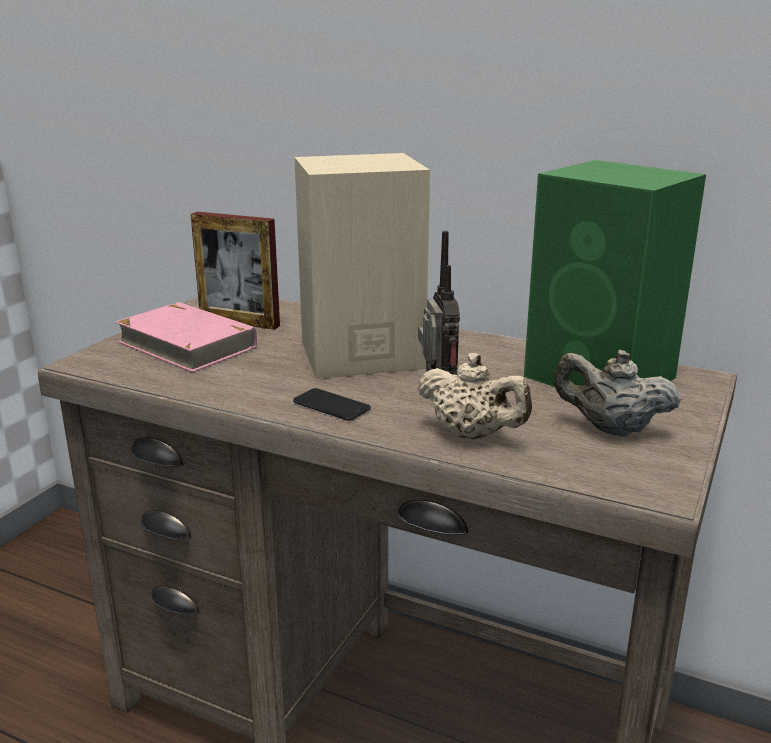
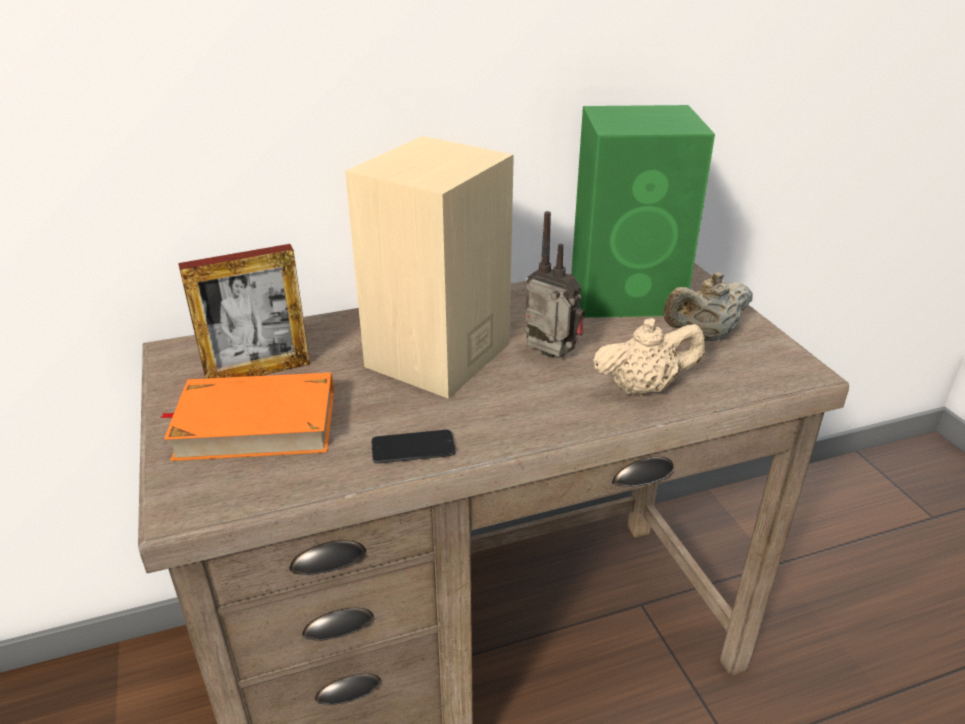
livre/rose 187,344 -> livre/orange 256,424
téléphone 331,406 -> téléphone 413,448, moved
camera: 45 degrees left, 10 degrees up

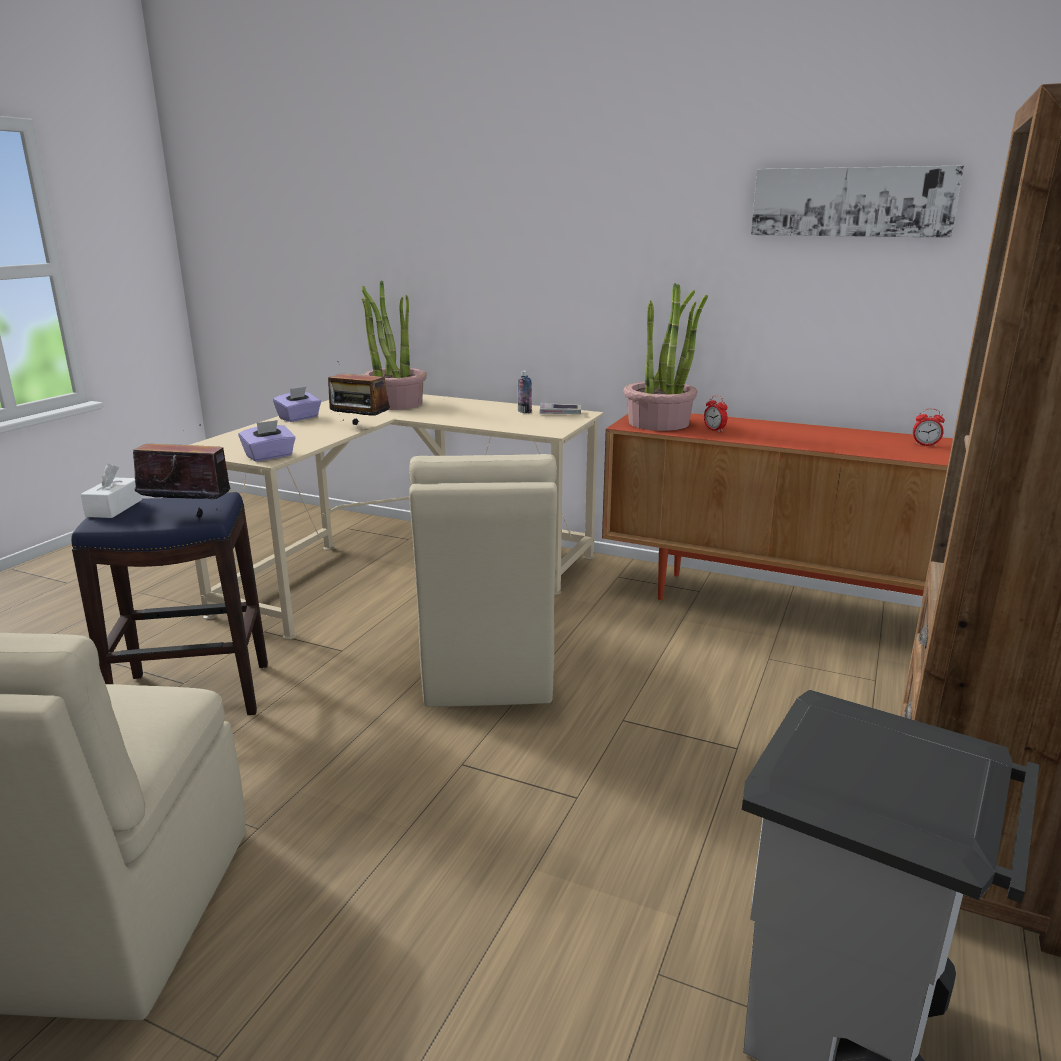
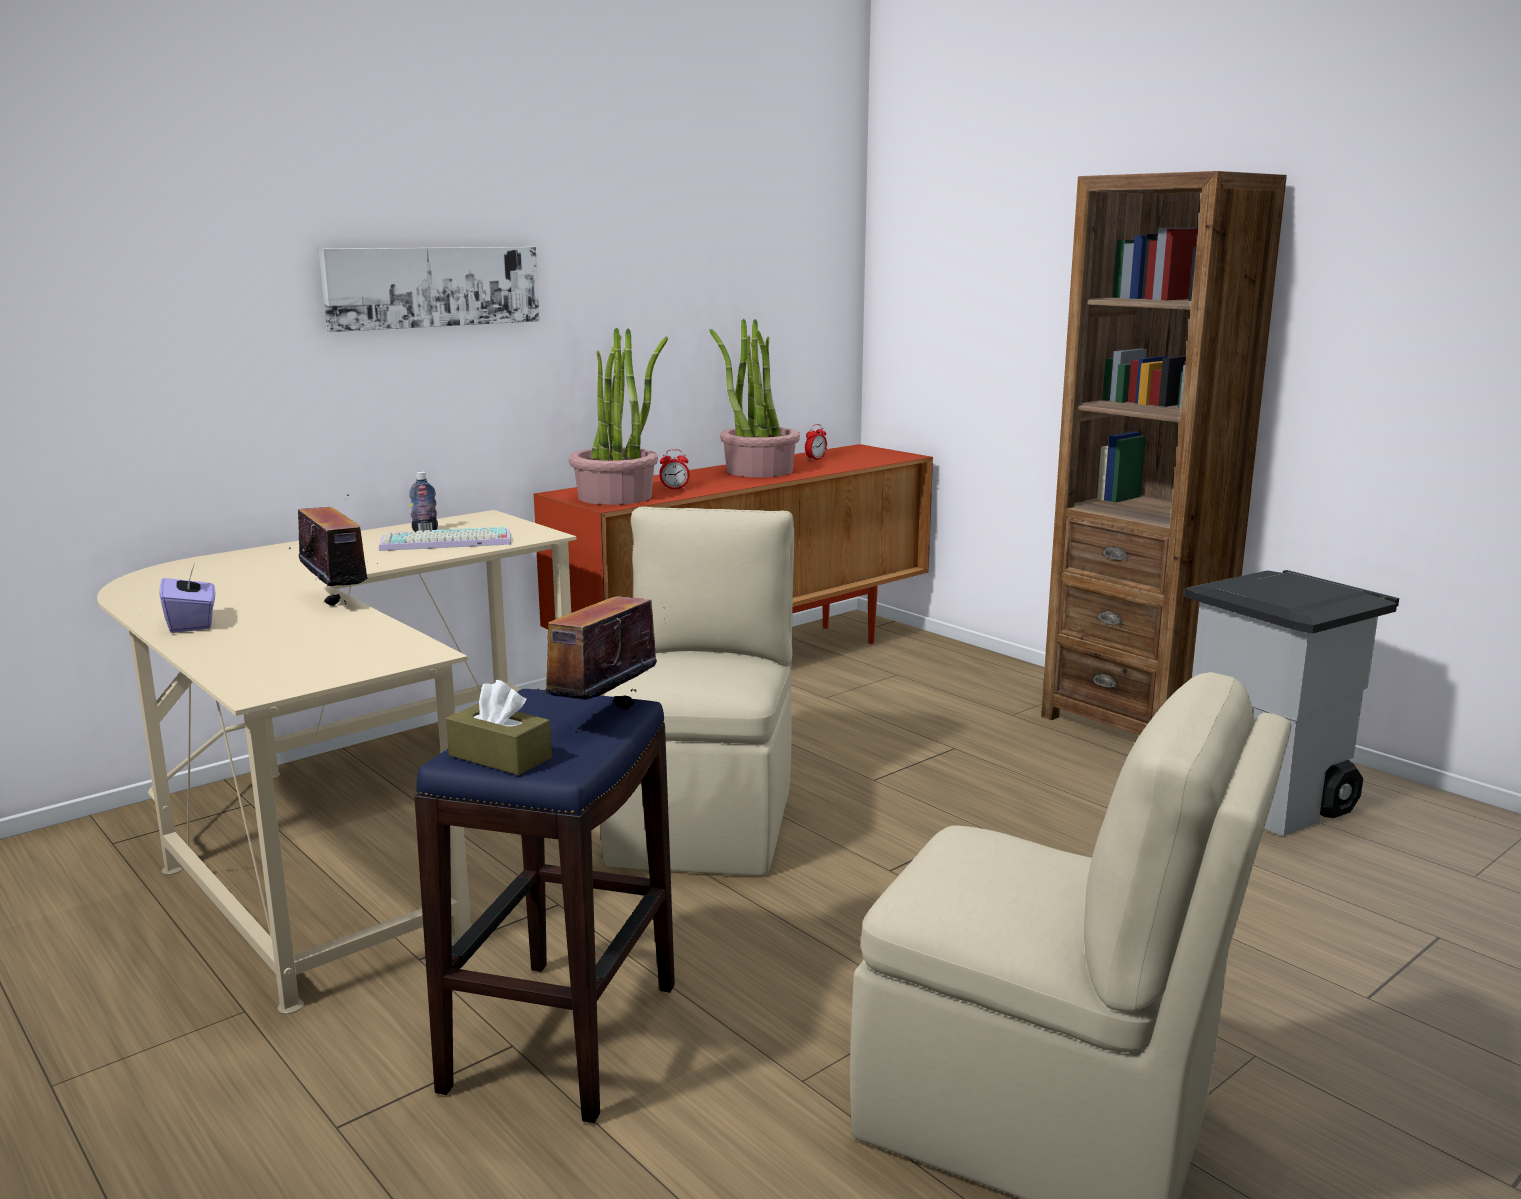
tableau 851,202 -> tableau 433,287, moved
plante en pot 395,403 -> plante en pot 759,471, moved
radio 360,427 -> radio 337,599, 90 degrees counterclockwise
livre 560,413 -> none
boîte à mouchoirs/violet 269,456 -> none
chaise/beige 487,667 -> chaise/beige 705,821, 105 degrees counterclockwise
boîte à mouchoirs/blanc 114,508 -> boîte à mouchoirs/marron 500,757
none -> clavier 444,543
camera: 65 degrees left, 5 degrees down

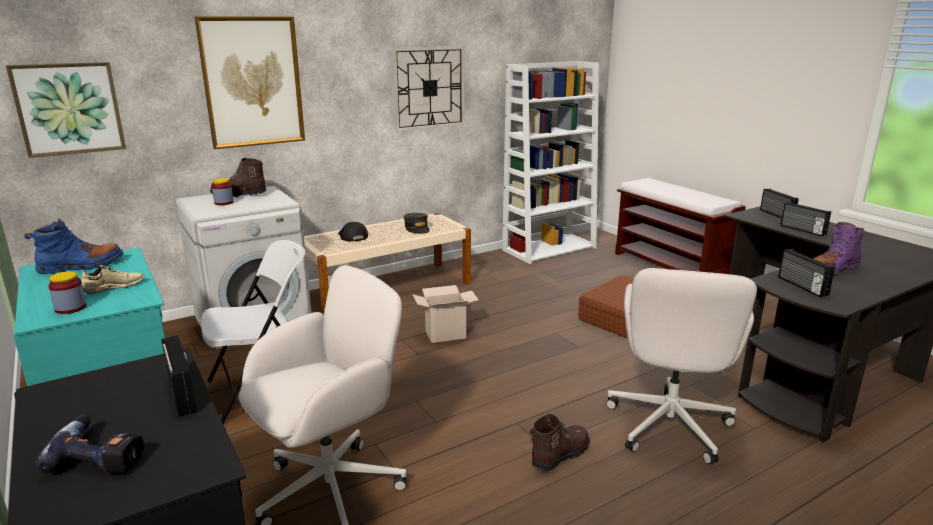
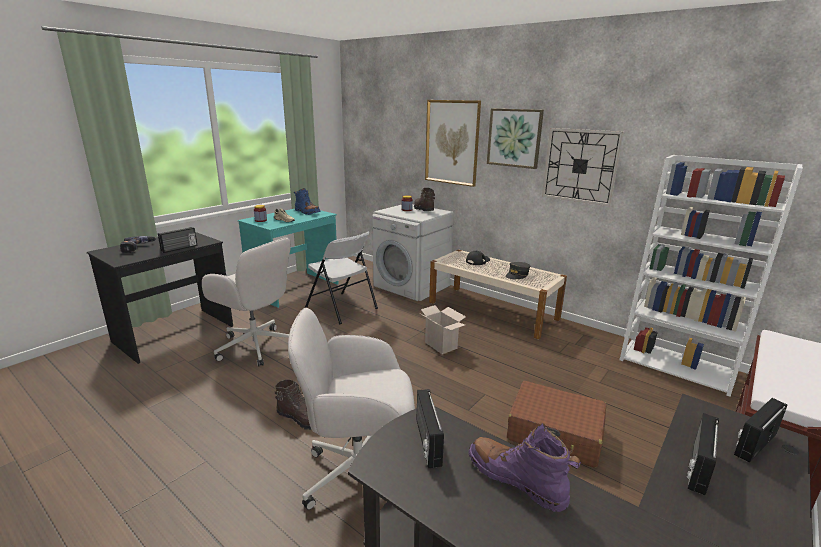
tableau 69,108 -> tableau 514,138, moved
radio 801,286 -> radio 426,442, 60 degrees counterclockwise
camera: 70 degrees right, 0 degrees up

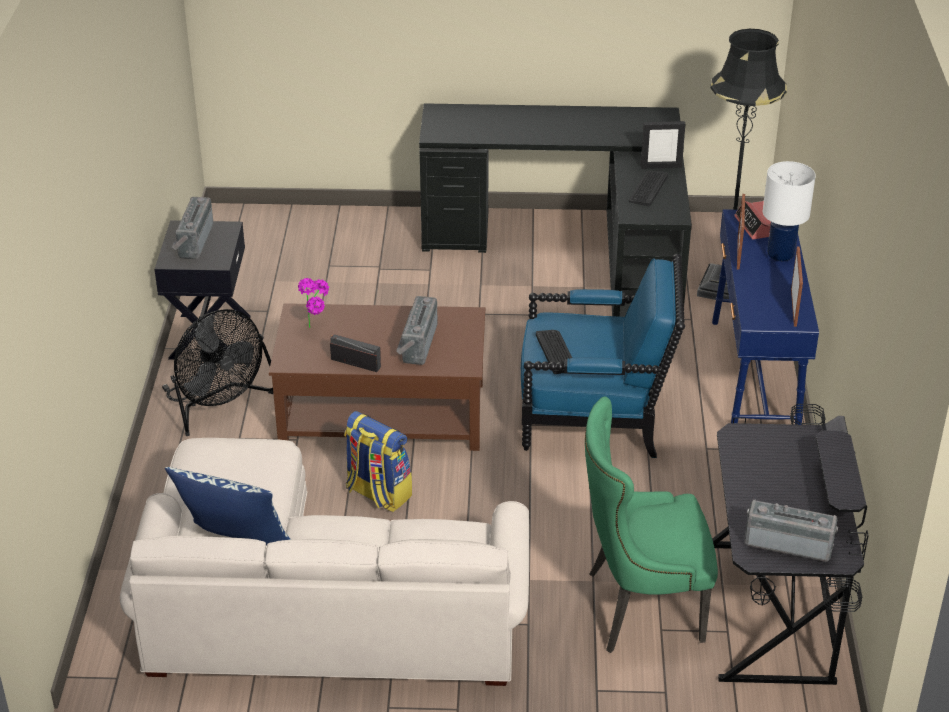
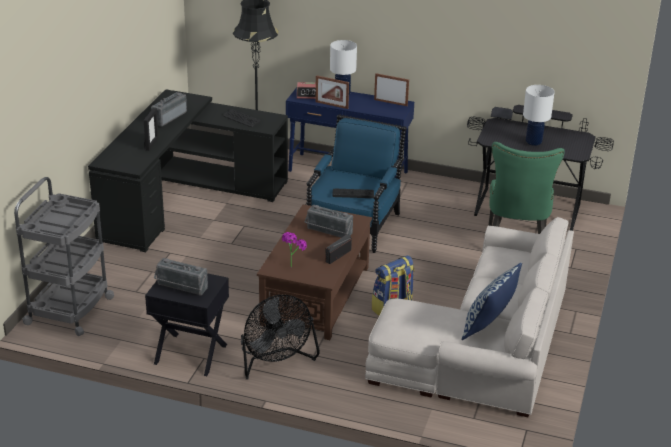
cadre photo 661,166 -> cadre photo 151,144, moved
ventilateur/noir 215,405 -> ventilateur/noir 272,361, 90 degrees clockwise
radio 789,542 -> radio 168,117, moved
none -> lampe de table/blanc 533,143
none -> chariot/gris 70,310
camera: 75 degrees left, 5 degrees down

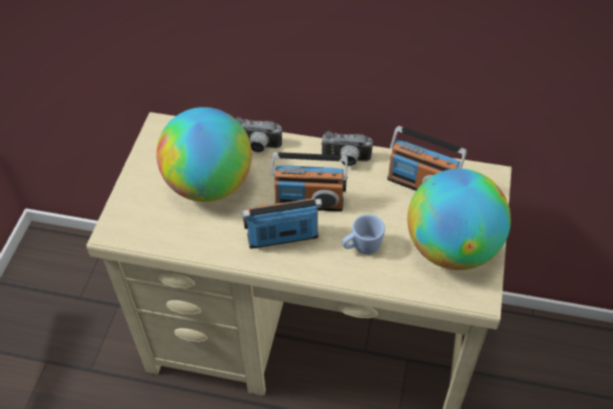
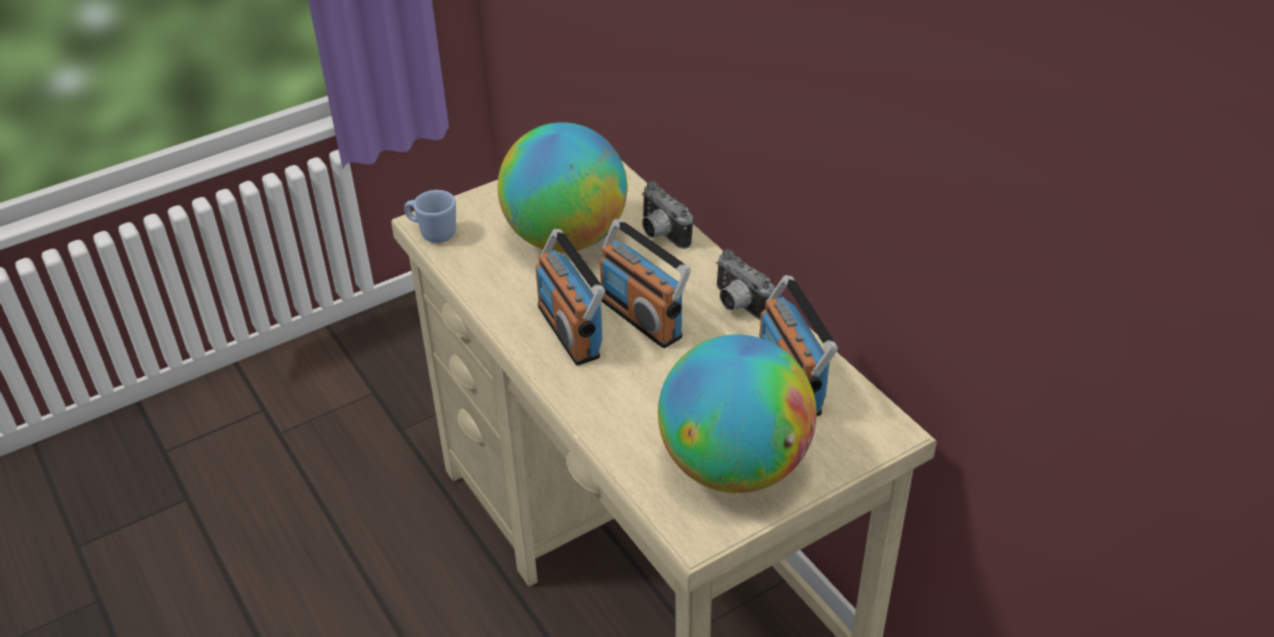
radio 283,237 -> radio 570,331, 150 degrees counterclockwise
mug/bleu 361,247 -> mug/bleu 432,233, moved
camera: 45 degrees right, 10 degrees down

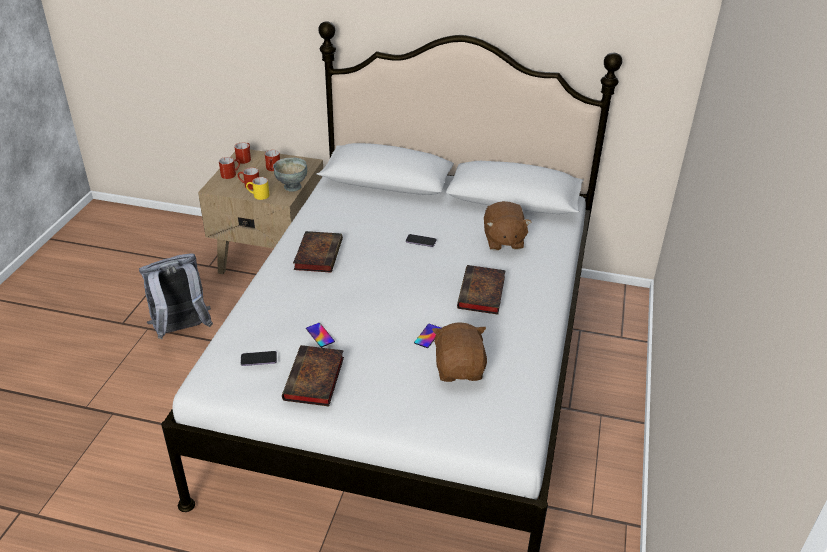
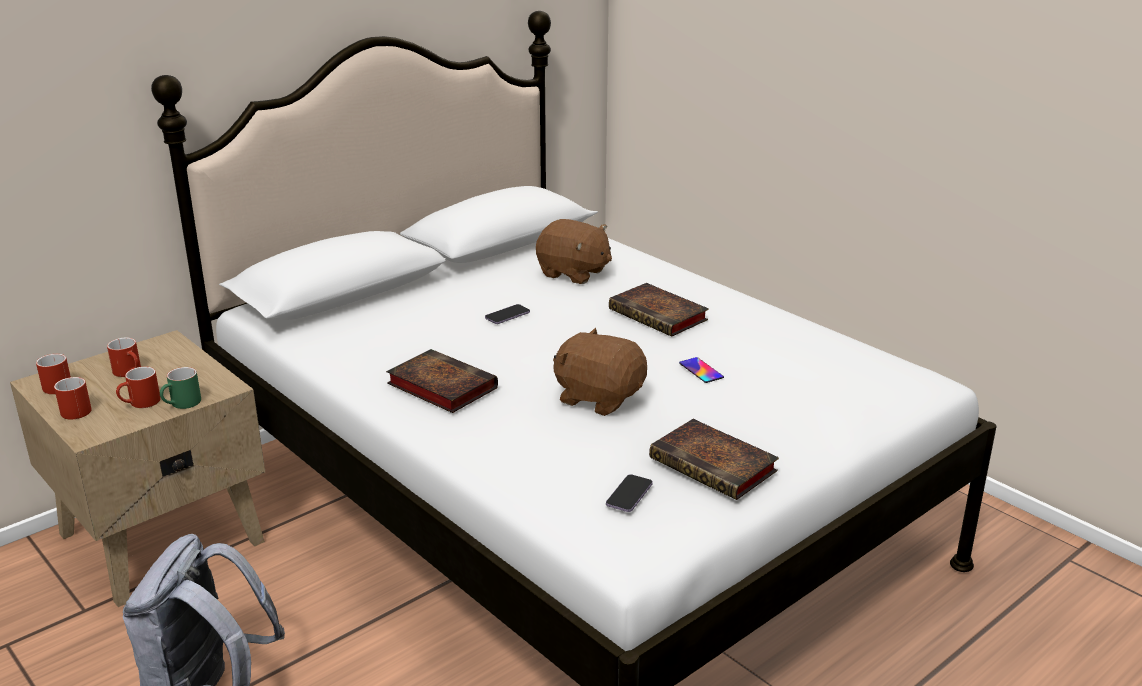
bol/gris 291,187 -> none
mug/jaune 258,196 -> mug/vert 182,404
peluche/marron 459,369 -> peluche/marron 599,397, moved
téléphone 320,335 -> none
camera: 55 degrees left, 10 degrees down

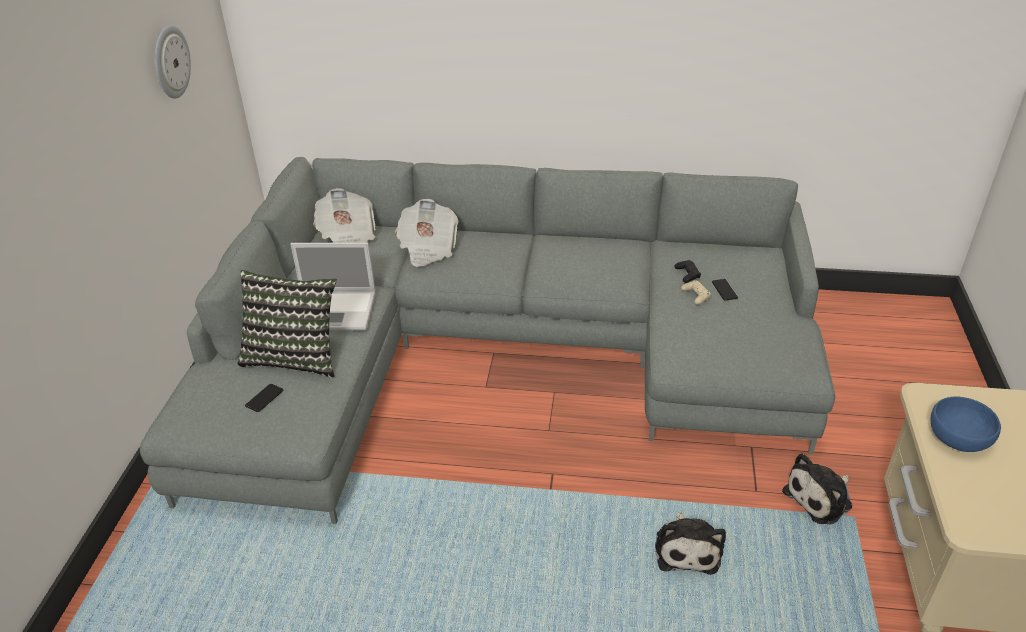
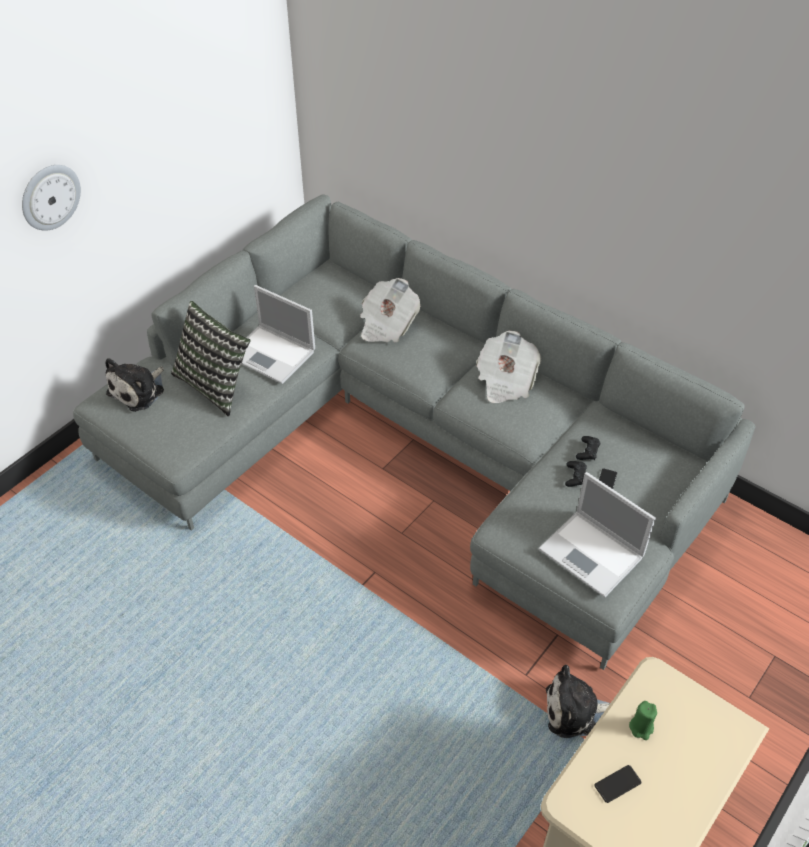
horloge murale 170,62 -> horloge murale 50,197, moved
journal 347,235 -> journal 505,381, moved
manette/beige 696,295 -> manette/noir 575,476
téléphone 264,398 -> téléphone 617,784, moved
bol/bleu 957,437 -> bougie/vert 641,727
peluche 687,548 -> peluche 139,390, moved
none -> ordinateur portable 592,554
camera: 30 degrees right, 10 degrees up

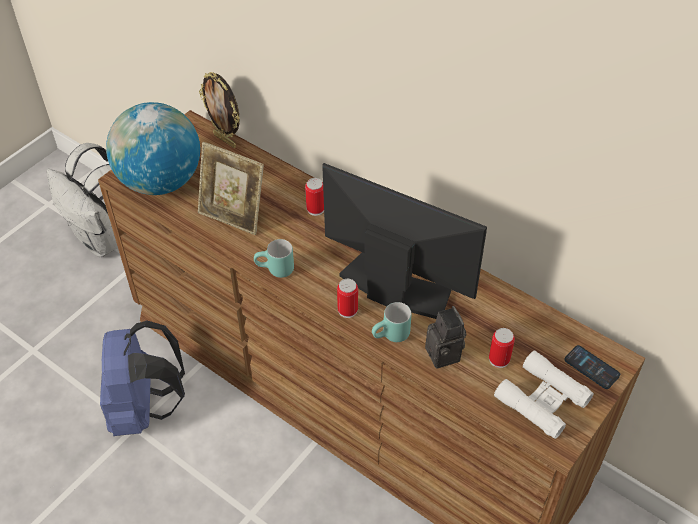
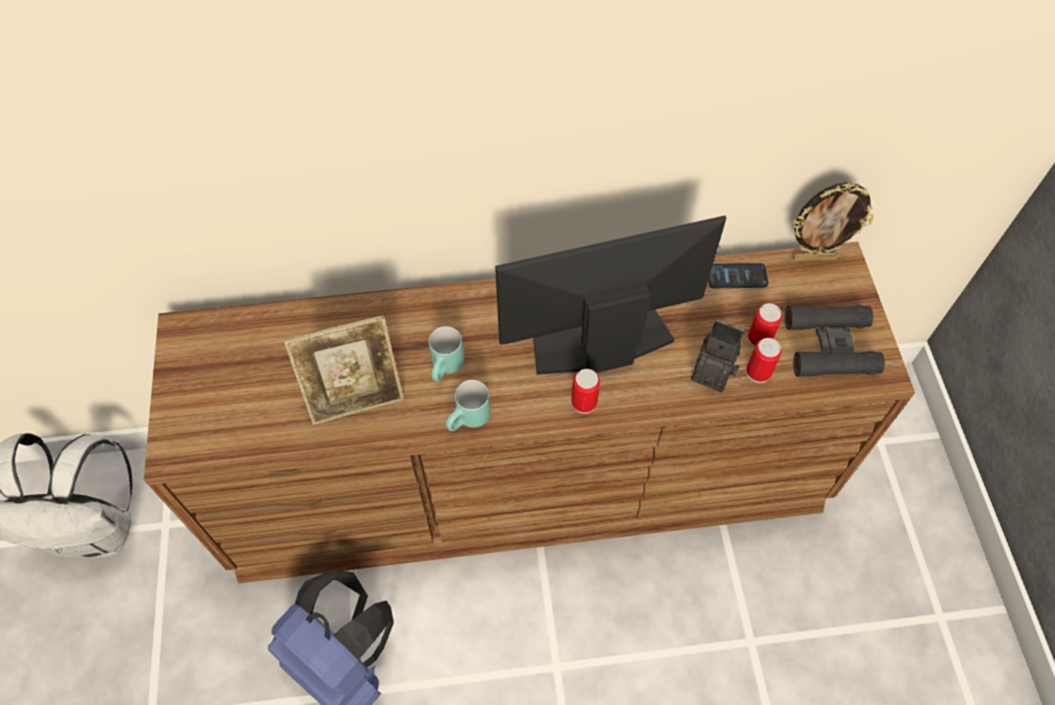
cadre photo 225,140 -> cadre photo 814,258, moved
globe 160,181 -> none
boîte métallique 315,209 -> boîte métallique 758,372, moved
mug/turquoise 391,337 -> mug/turquoise 447,368, moved
téléphone 591,367 -> téléphone 736,276, moved
jumelles/blanc 542,399 -> jumelles/noir 830,346
camera: 45 degrees left, 10 degrees up

